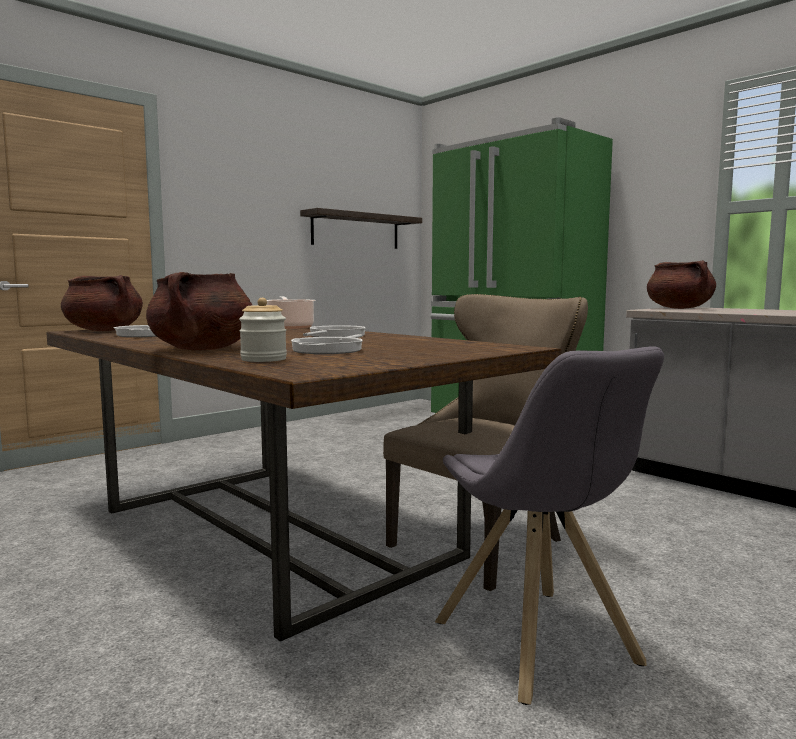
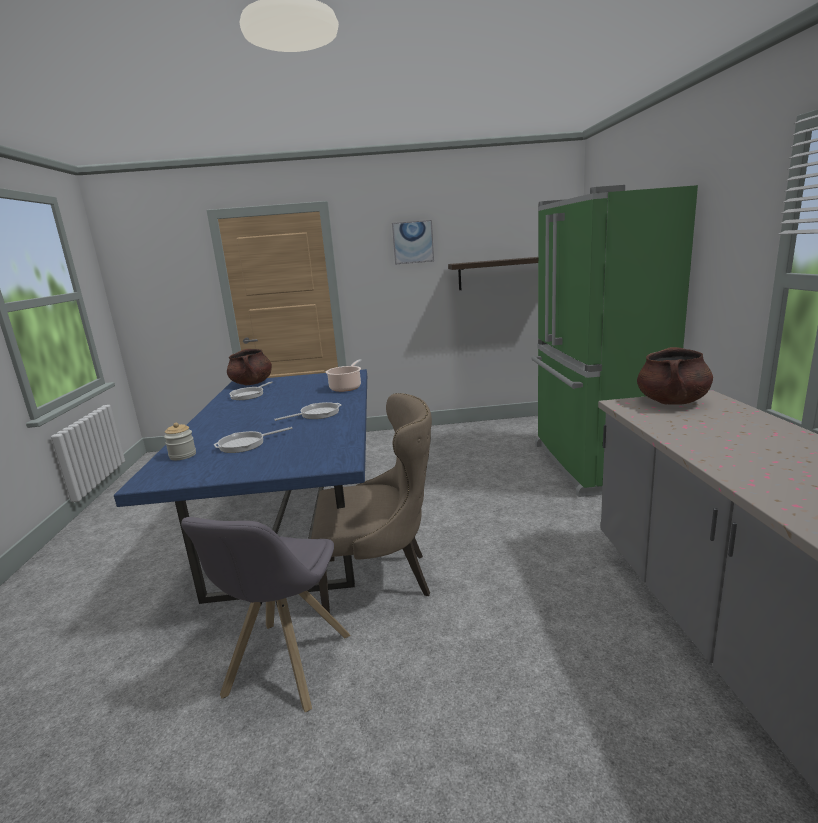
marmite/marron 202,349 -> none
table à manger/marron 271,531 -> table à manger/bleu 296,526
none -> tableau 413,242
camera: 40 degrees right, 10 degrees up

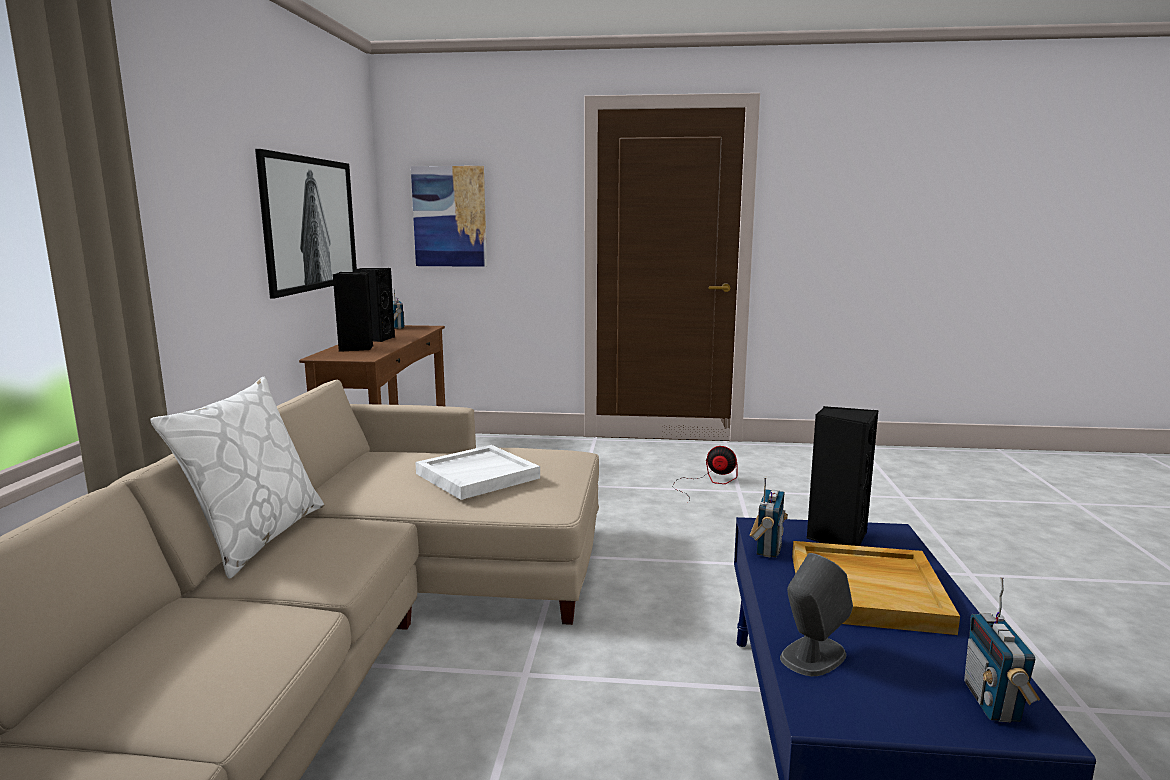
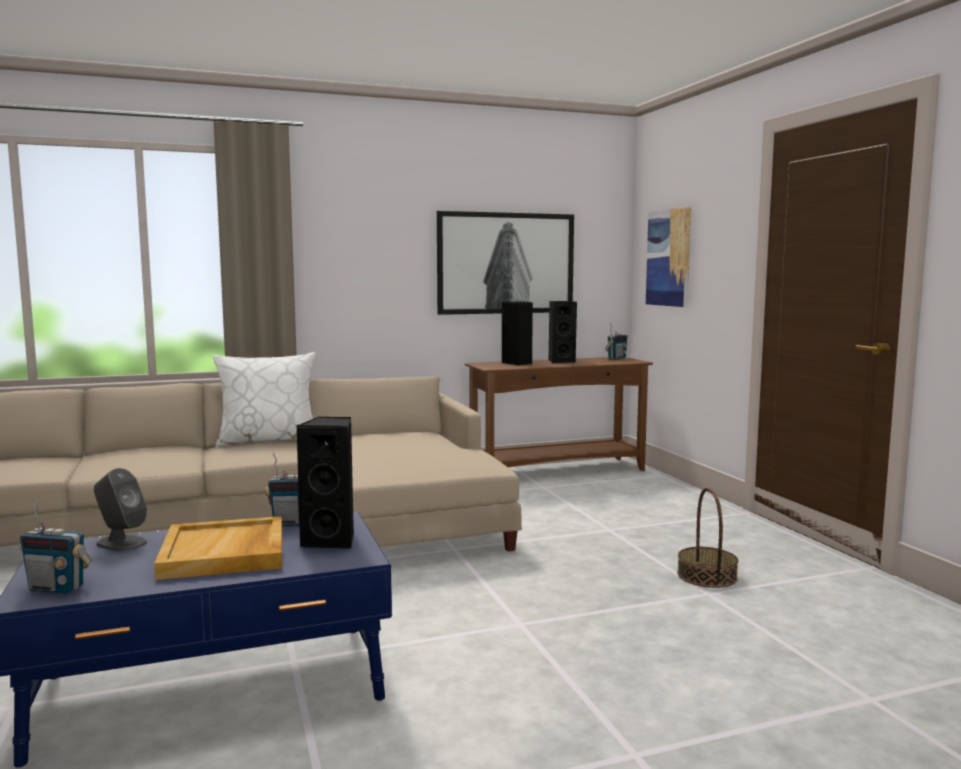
plateau/blanc 478,475 -> none
ventilateur 707,482 -> panier 707,576
radio 993,703 -> radio 57,588, 150 degrees counterclockwise
camera: 65 degrees right, 5 degrees down

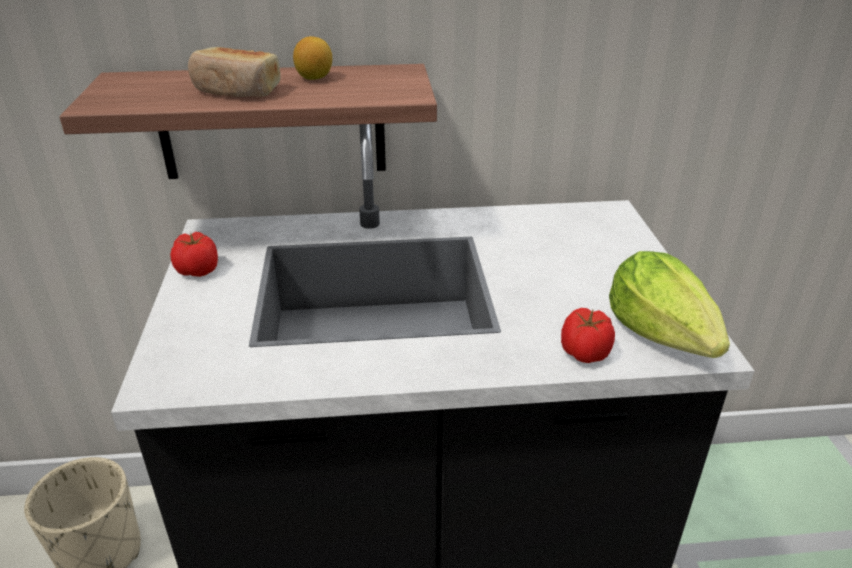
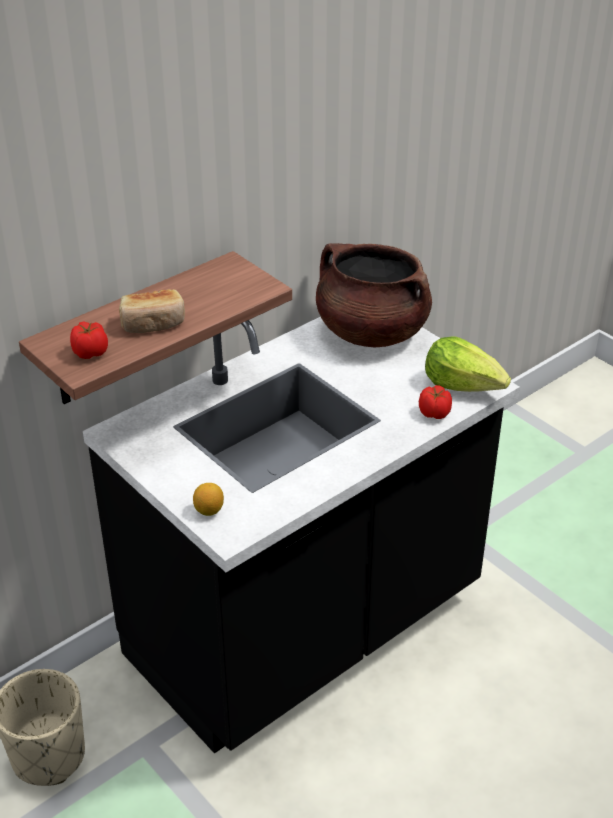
citron 314,78 -> citron 209,510, moved
tomate 198,270 -> tomate 90,352, moved
none -> marmite/marron 371,332
camera: 35 degrees left, 5 degrees up

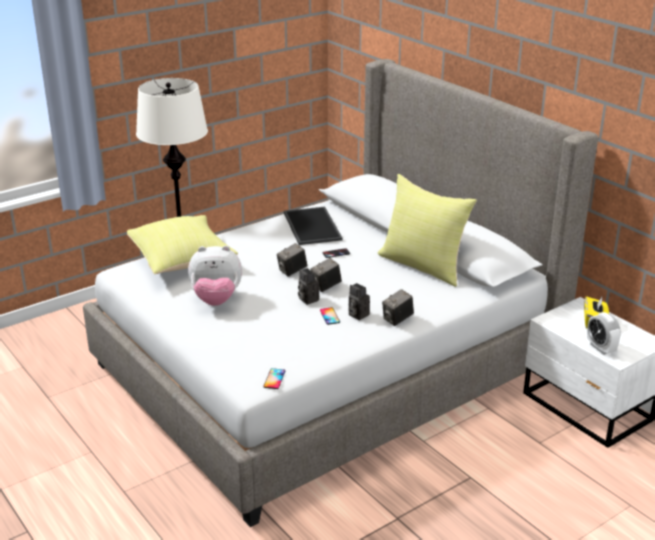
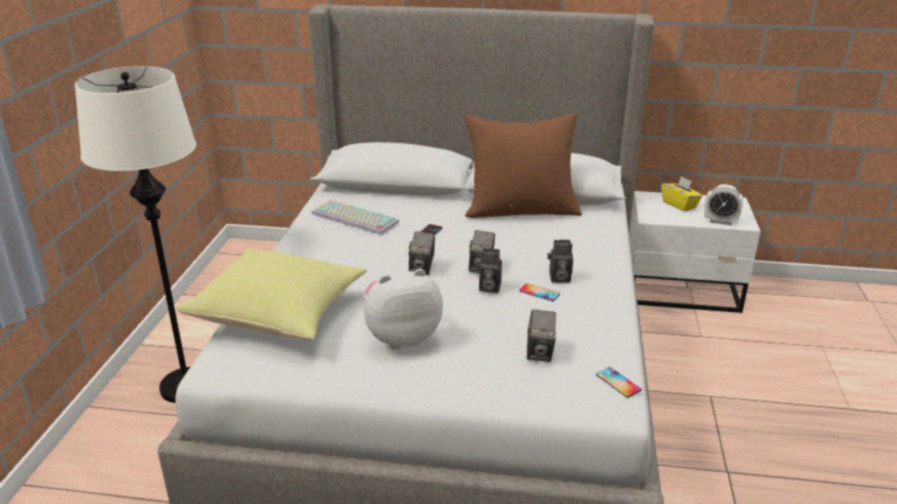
coussin/jaune 423,265 -> coussin/marron 521,210
plateau 310,226 -> clavier 352,218
peluche 216,300 -> peluche 401,337, 150 degrees counterclockwise
appareil photo 397,319 -> appareil photo 540,352, moved
camera: 45 degrees left, 0 degrees up

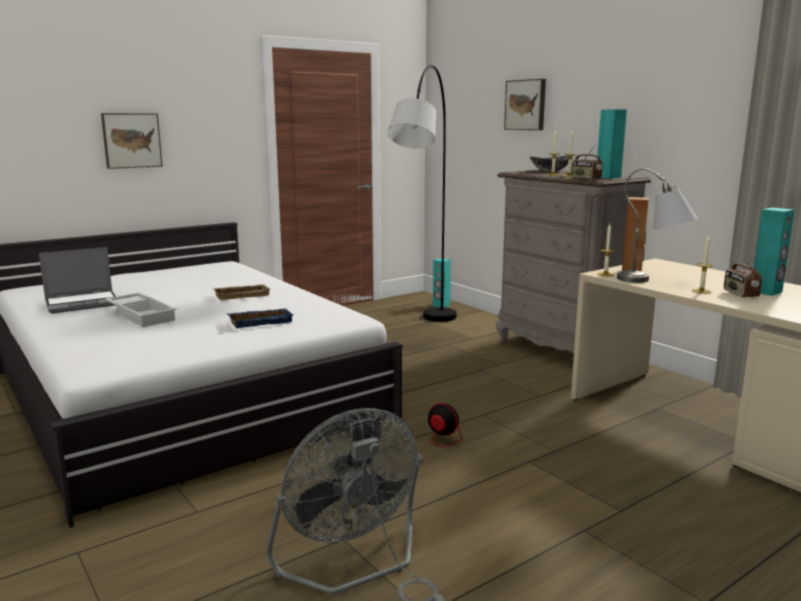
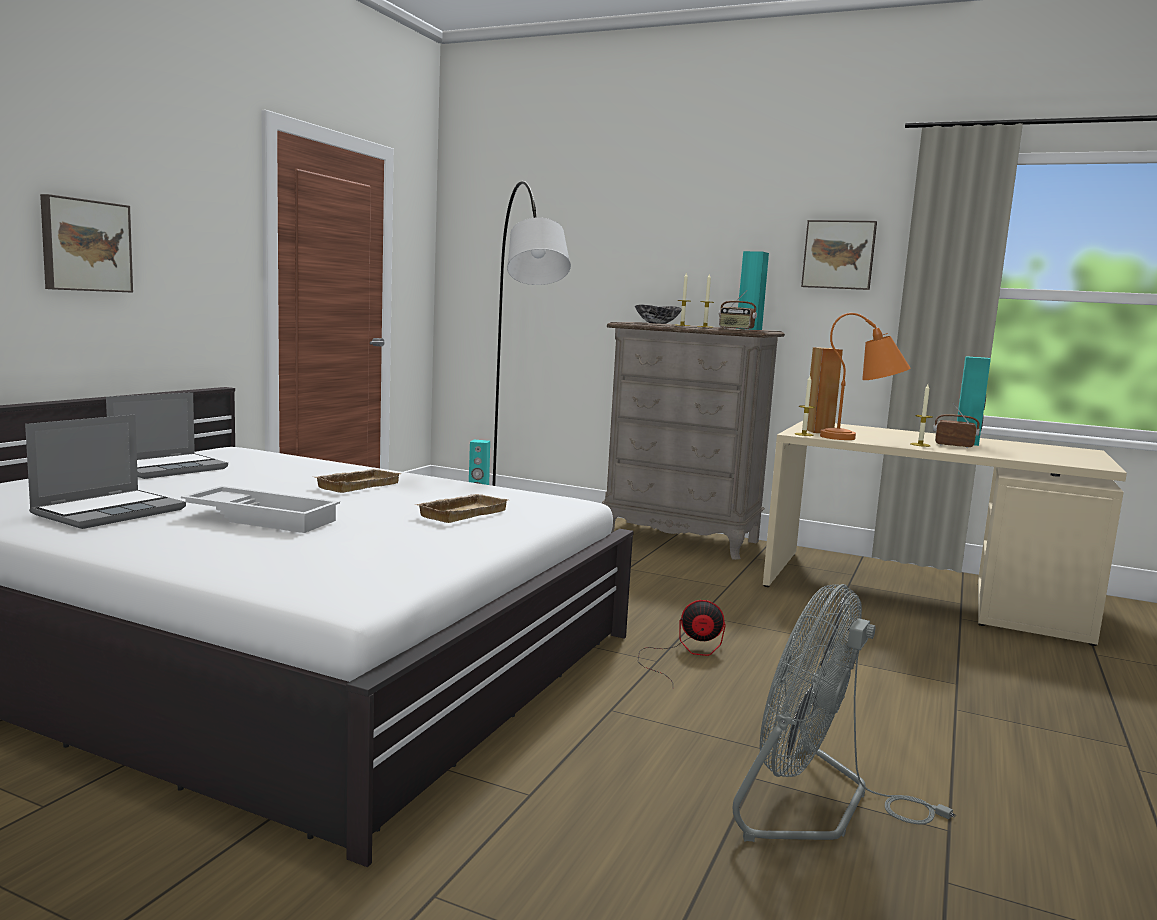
tableau 526,105 -> tableau 839,255, moved
lampe de table/gris 653,282 -> lampe de table/orange 862,439
radio 740,294 -> radio 954,445, 150 degrees clockwise
plateau/bleu 261,321 -> plateau/beige 461,513
none -> ordinateur portable 169,468
camera: 30 degrees left, 5 degrees down

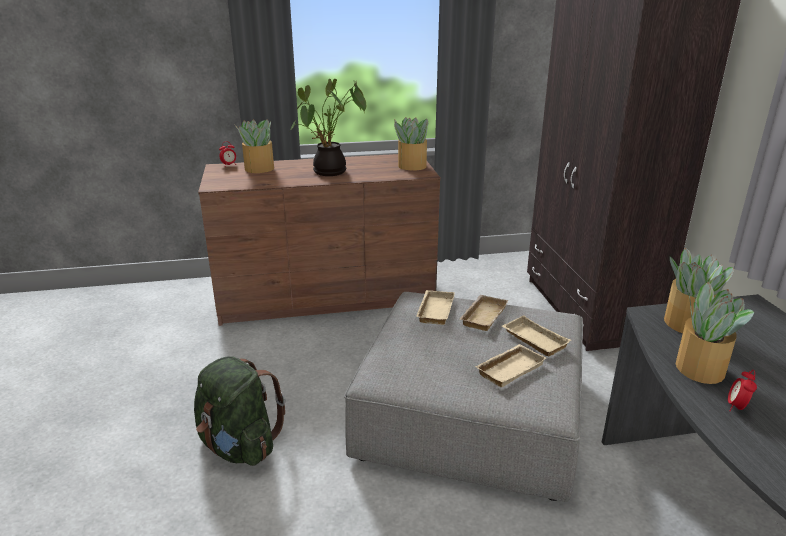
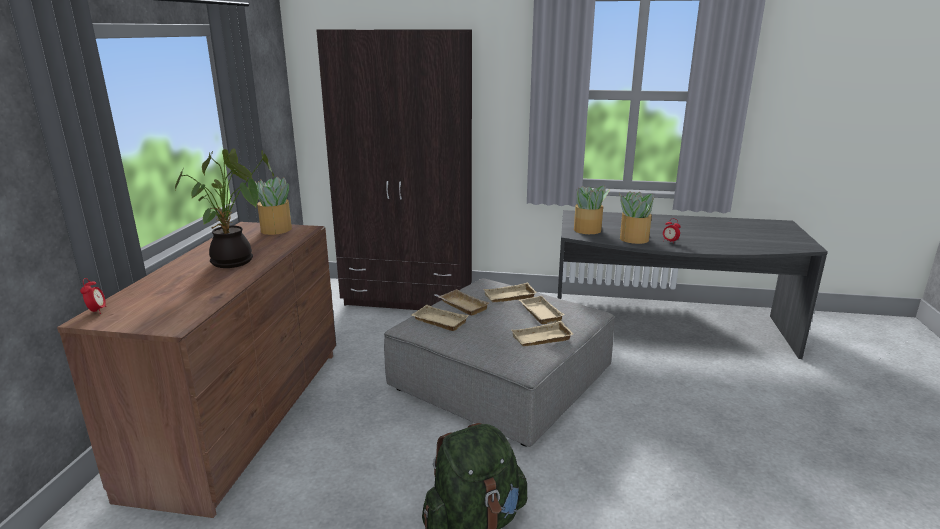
plante en pot 258,169 -> none
none -> plateau/beige 541,339
camera: 70 degrees left, 5 degrees down

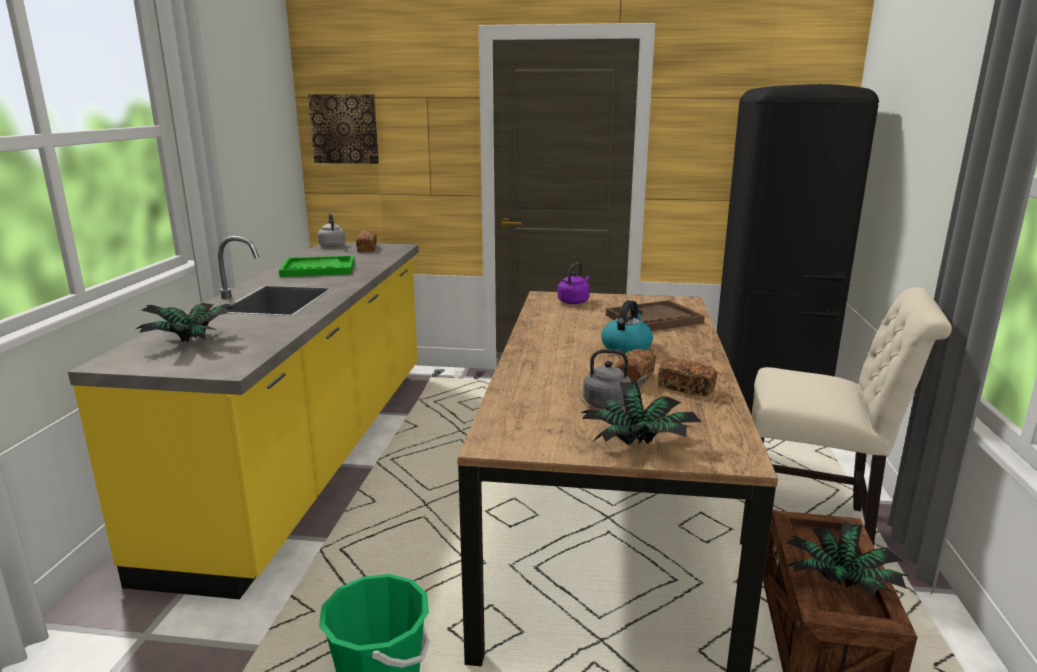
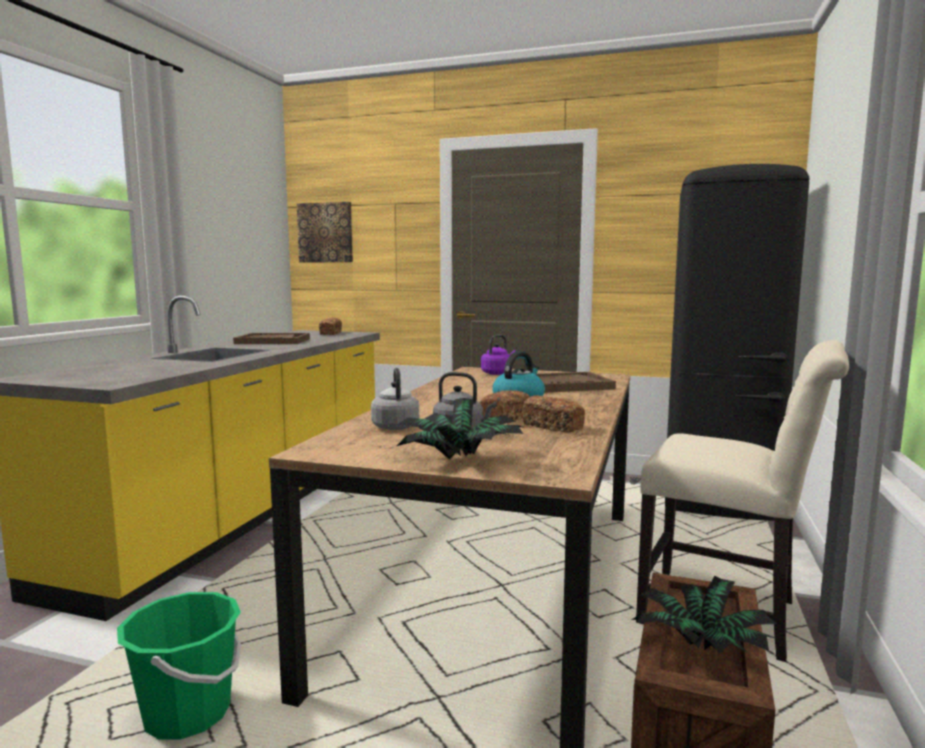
bouilloire/gris 332,245 -> bouilloire/gris 395,426, moved
plateau/vert 318,269 -> plateau/marron 272,341
plante en pot 194,341 -> none
camera: 10 degrees right, 10 degrees down

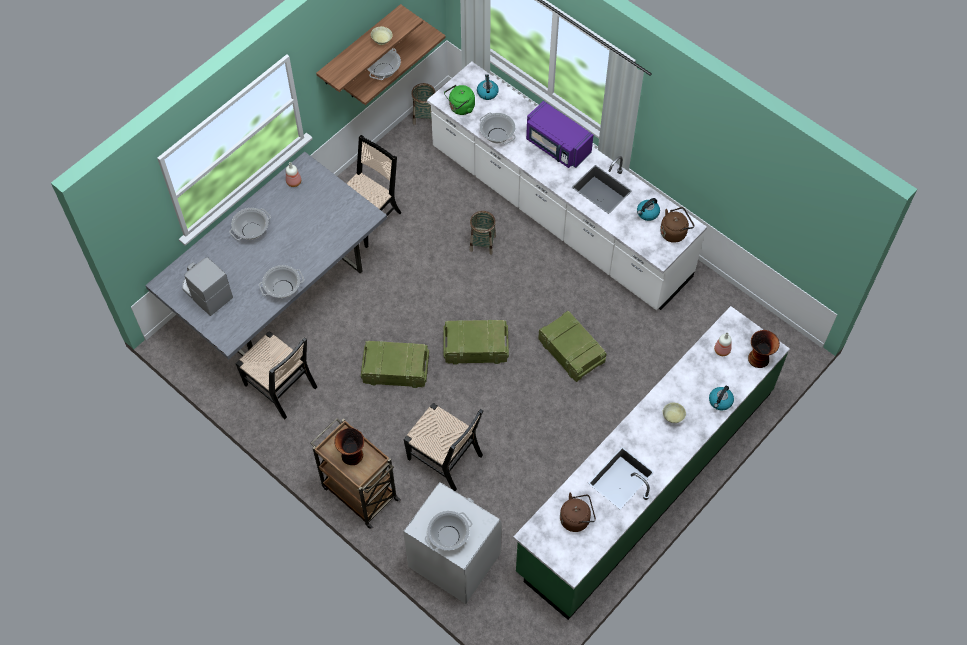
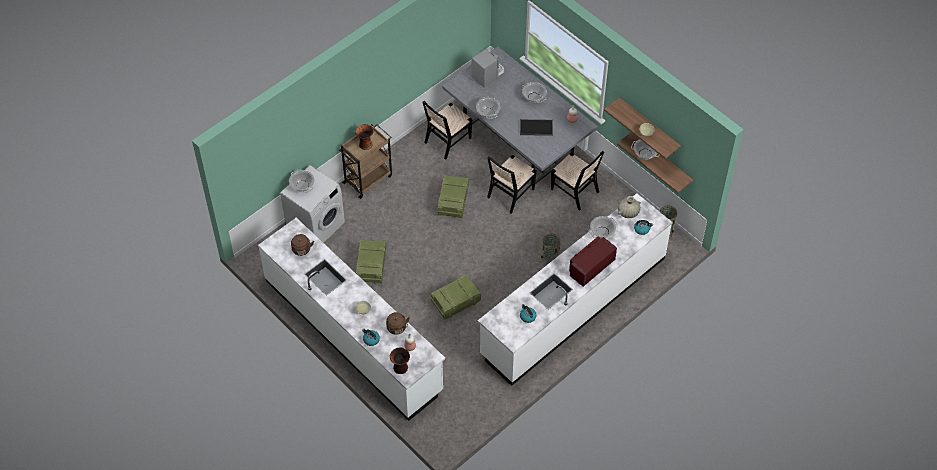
bouilloire/vert 460,108 -> vase/beige 628,212
micro-ondes/violet 557,146 -> micro-ondes/rouge 590,267
bouilloire/marron 674,232 -> bouilloire/marron 397,328, moved
comptoir de cuisine/vert 646,480 -> comptoir de cuisine/blanc 353,335
caisse 476,347 -> caisse 371,267, moved
chaise 445,458 -> chaise 510,194, moved
none -> plateau 536,128
camera: 95 degrees right, 5 degrees down

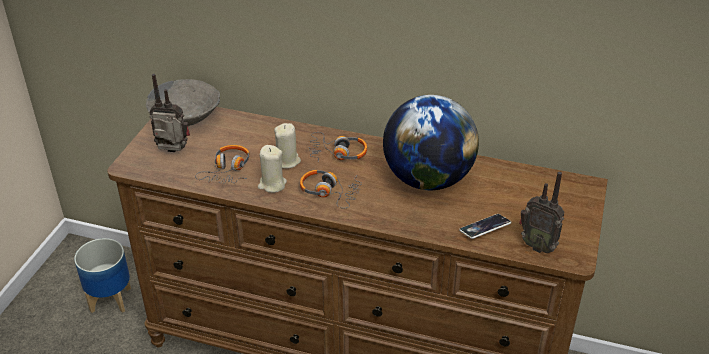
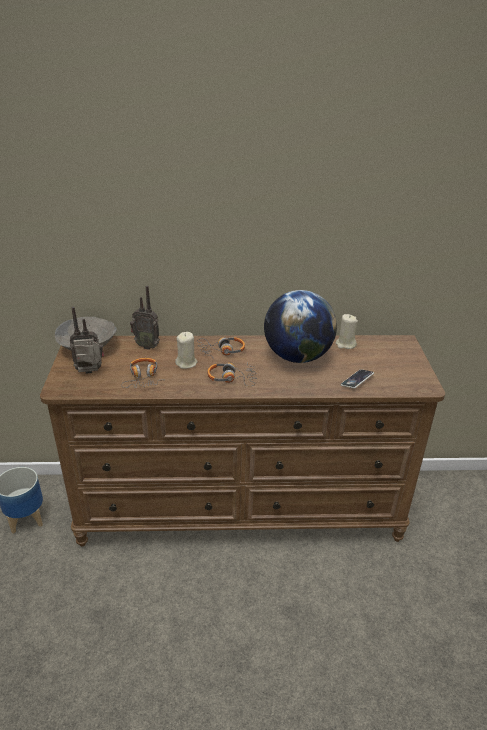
bougie/beige 272,184 -> bougie/beige 345,344, moved
radio 537,245 -> radio 147,346, moved
camera: 20 degrees left, 5 degrees down

